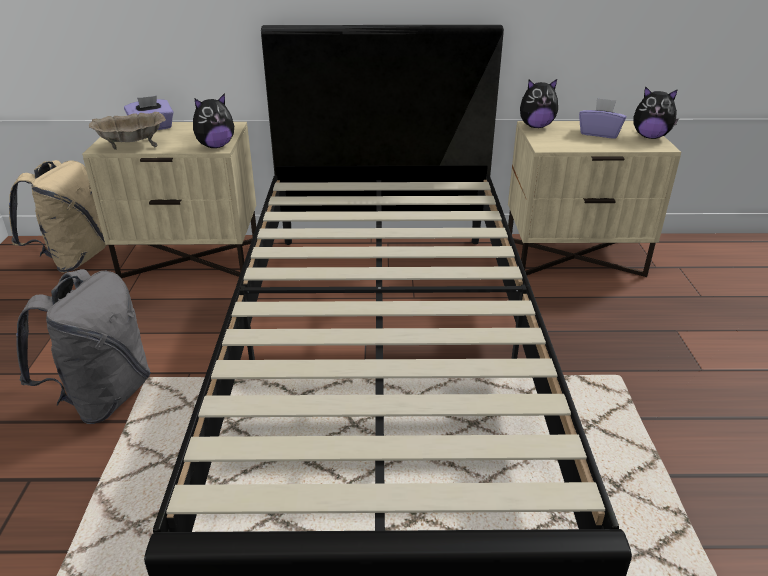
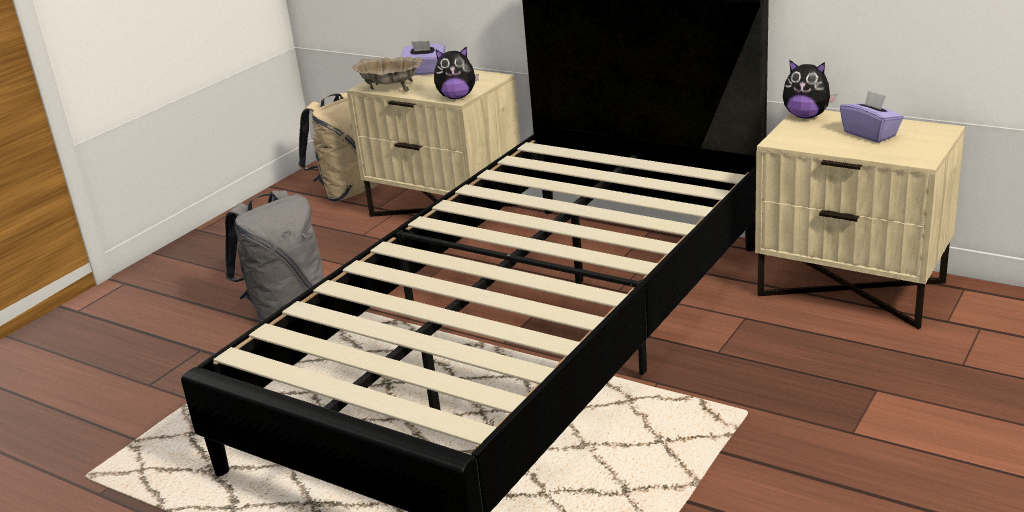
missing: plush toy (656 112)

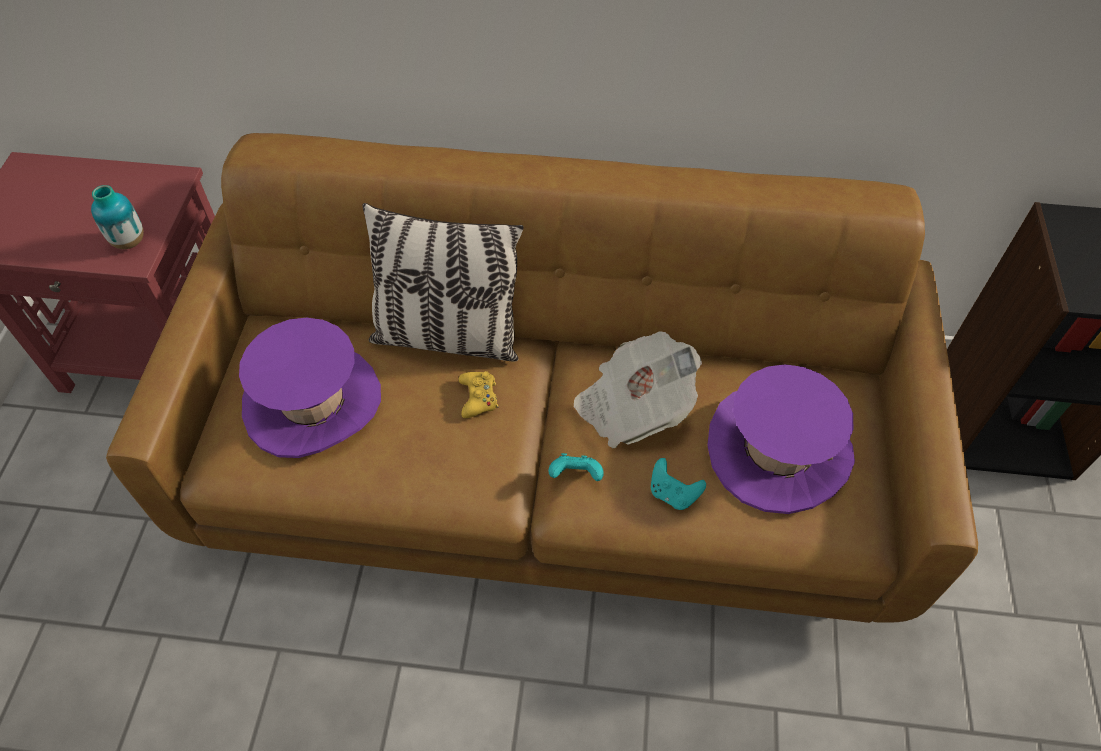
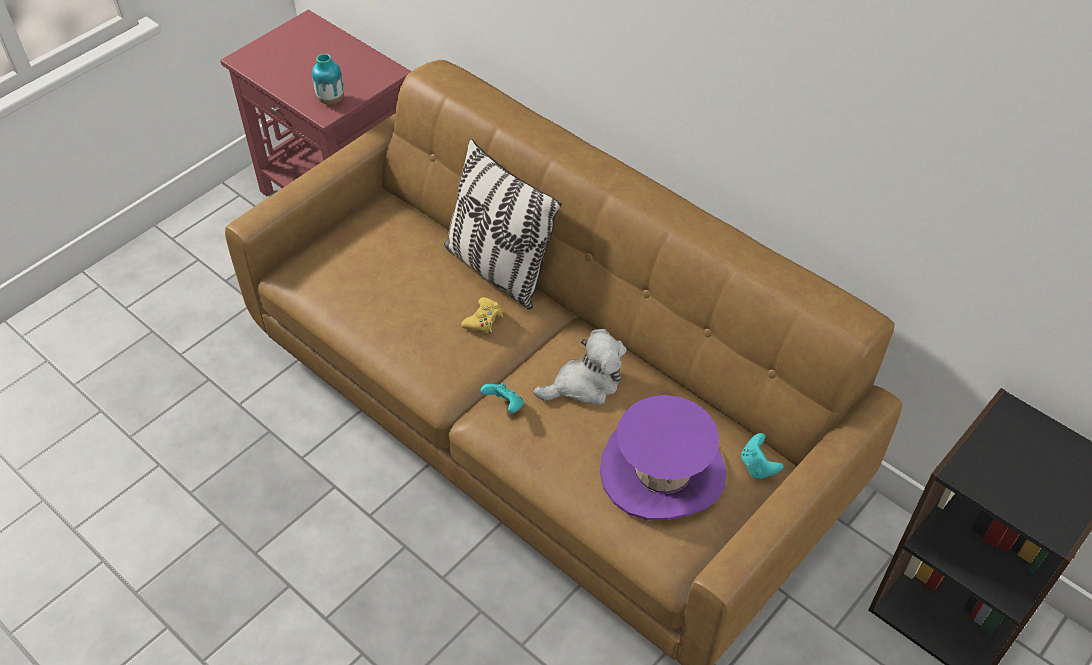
missing: purple hat (310 388)
relocated: turquoise game controller (678 484) to (762 456)
exchanged: newspaper (638 390) to plush toy (580 367)

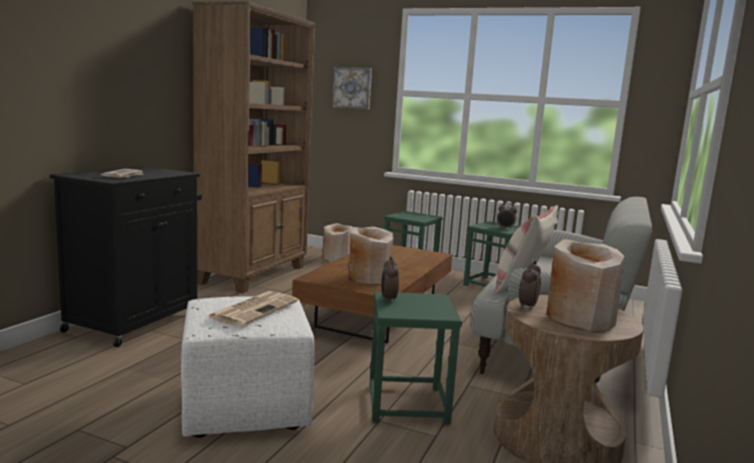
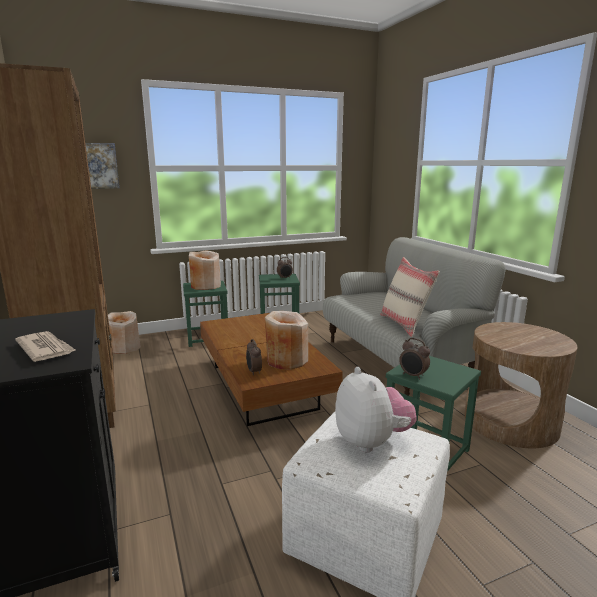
relocated: alarm clock (530 285) to (254 357); beige vase (585 285) to (205 270)
exchanged: newspaper (253 308) to plush toy (375 410)

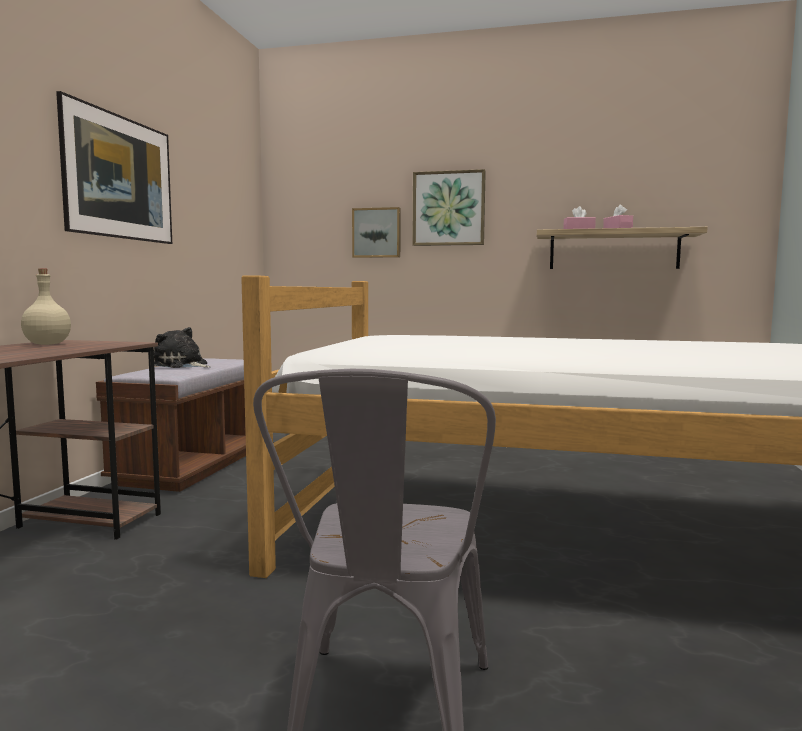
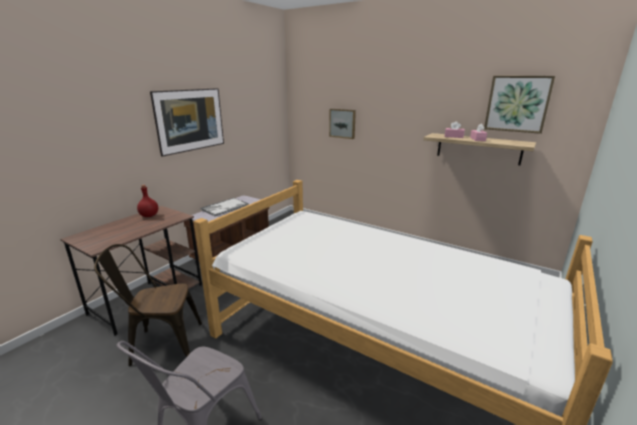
appeared: brown chair (148 305)
relocated: picture (449 207) to (519 105)
exchanged: plush toy (182 347) to tray (225 207)
colour: beige bottle (46 306) to red bottle (147 201)

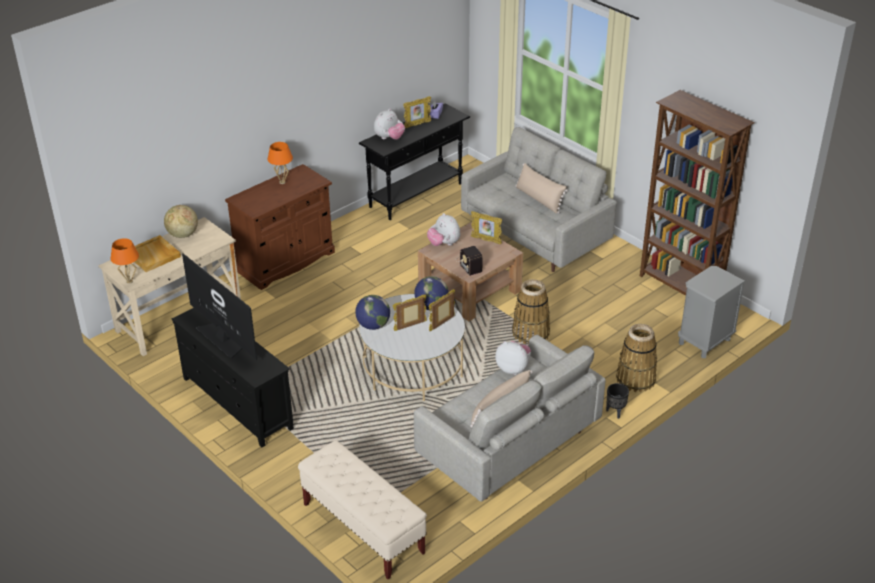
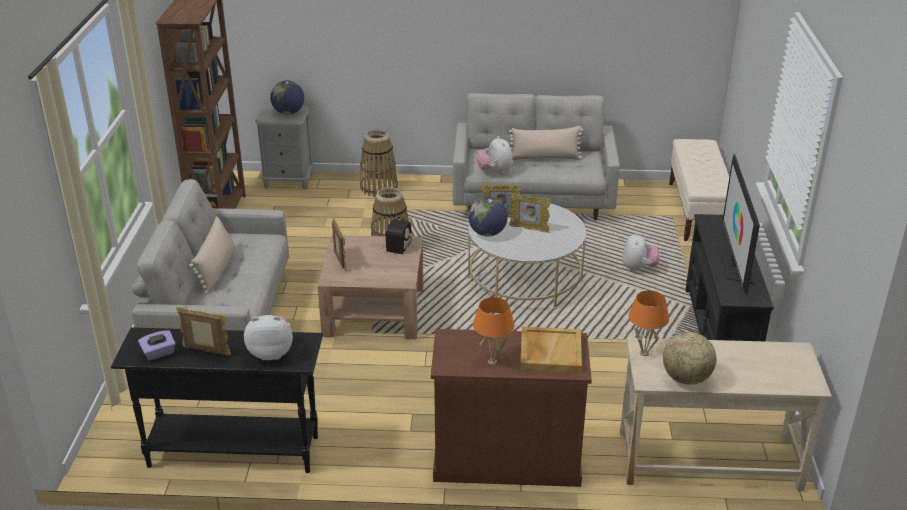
missing: black planter (617 401)
relocated: orange table lamp (125 261) to (648 323); beige tray (158 253) to (551 350); globe (372 312) to (287 97); plush toy (443 229) to (641 251)

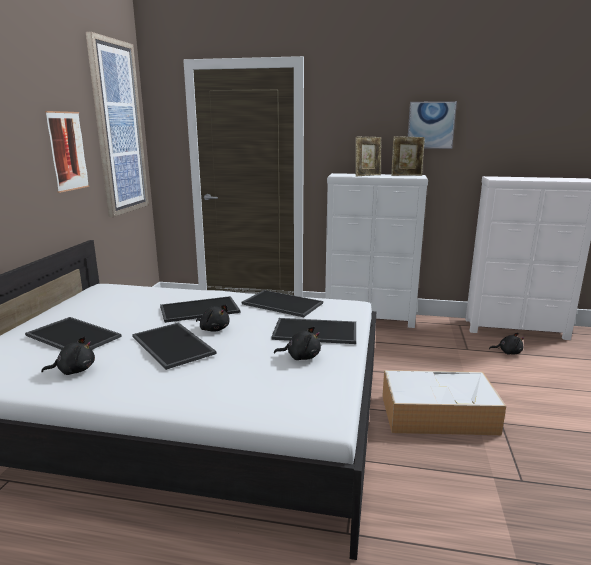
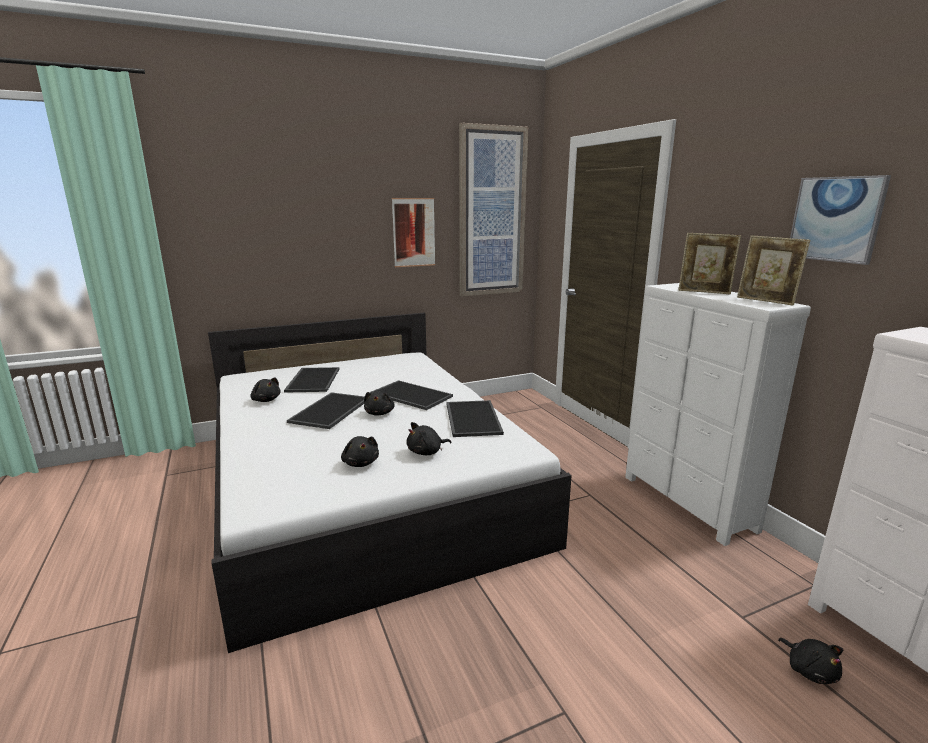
missing: storage box (444 402)
exchanged: tray (313 331) to black plush toy (429 438)

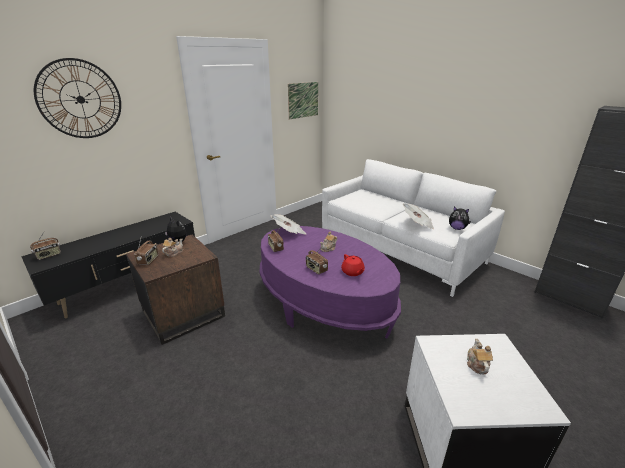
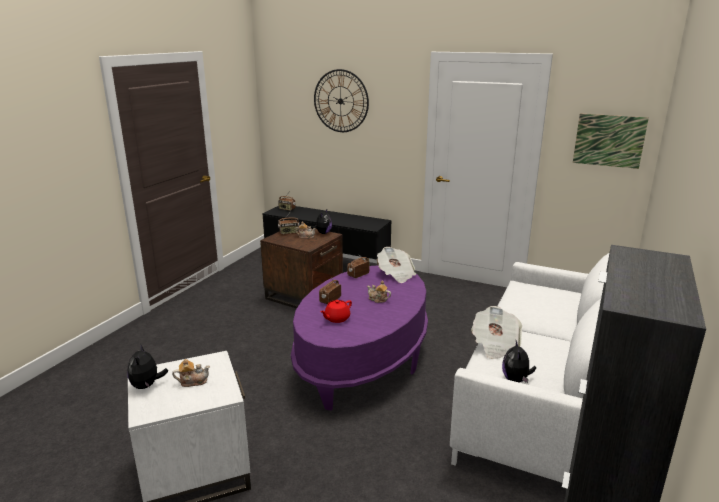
appeared: plush toy (147 366)

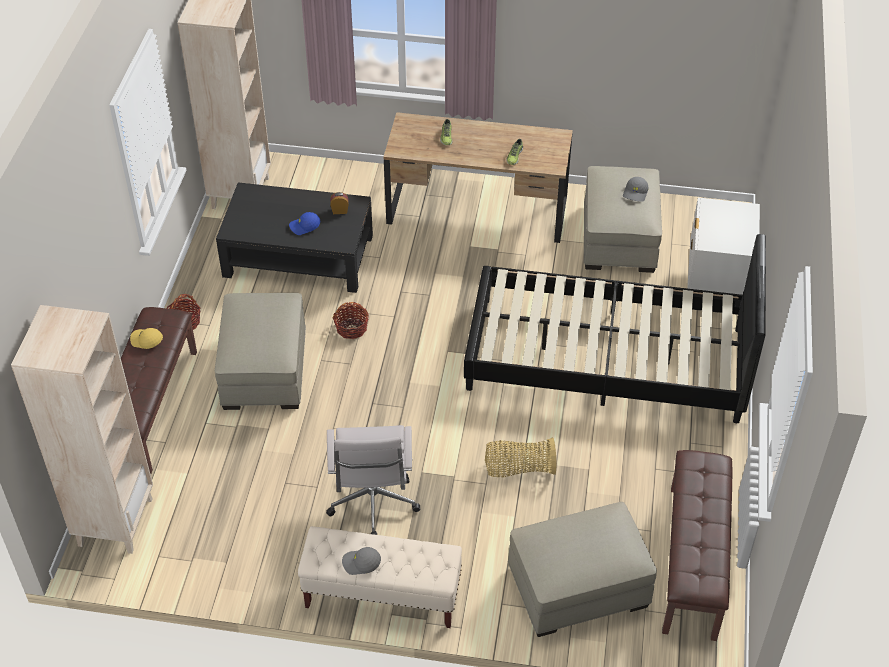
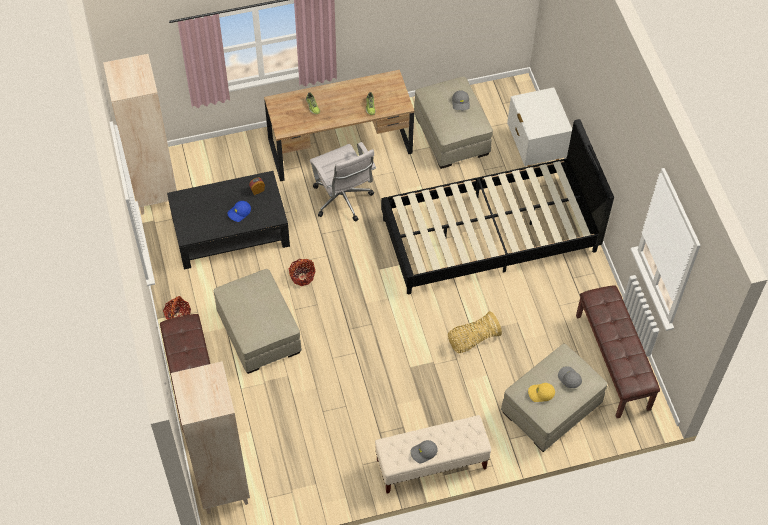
appeared: grey cap (570 377)
relocated: yellow cap (146 338) to (541 392); white office chair (373 480) to (343 181)

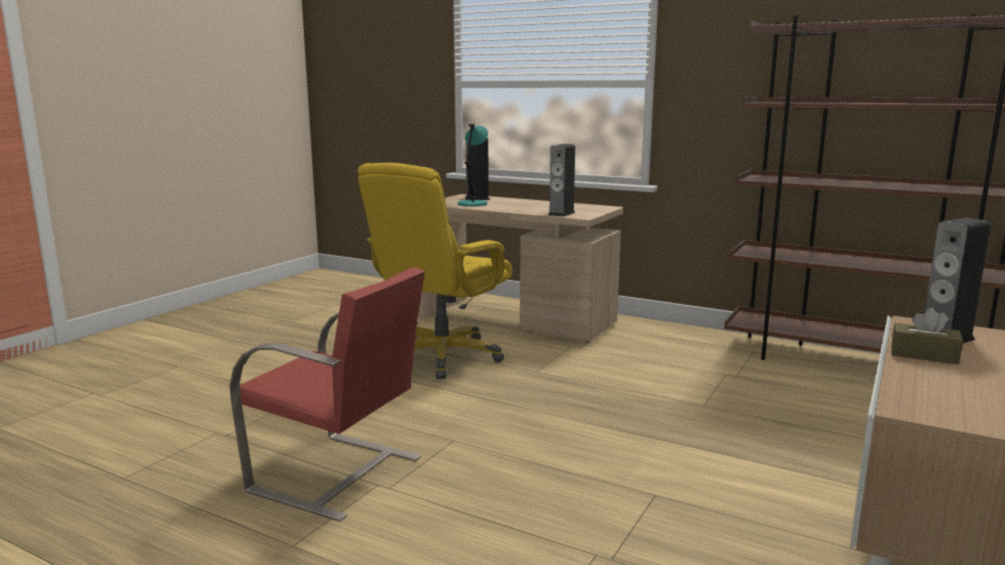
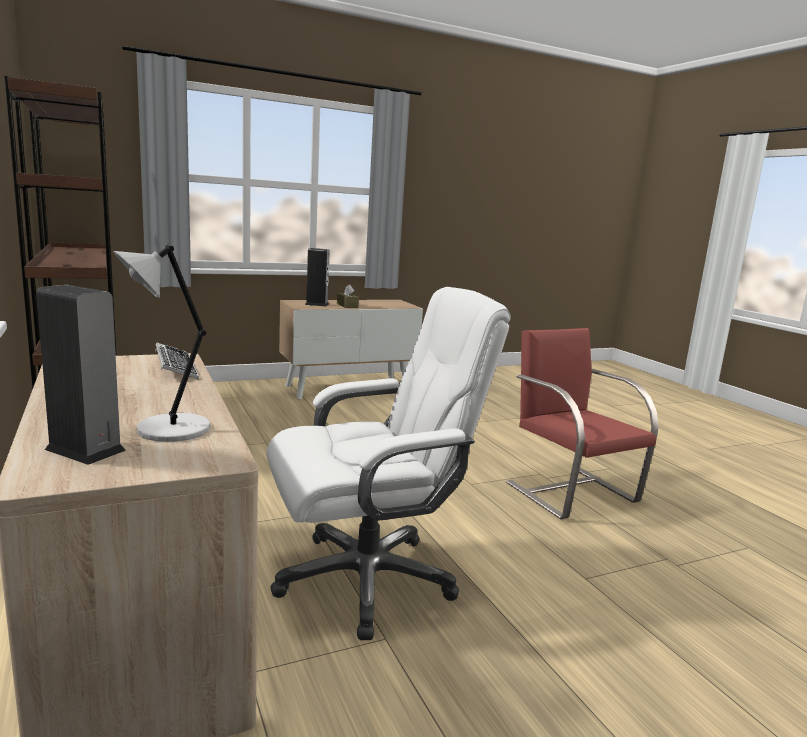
exchanged: speaker (561 180) to keyboard (177 361)
colour: yellow office chair (435 271) to white office chair (389 463); turquoise table lamp (473 165) to grey table lamp (162 343)

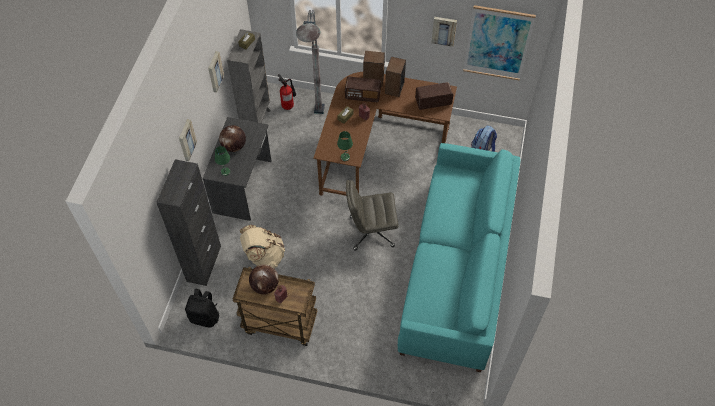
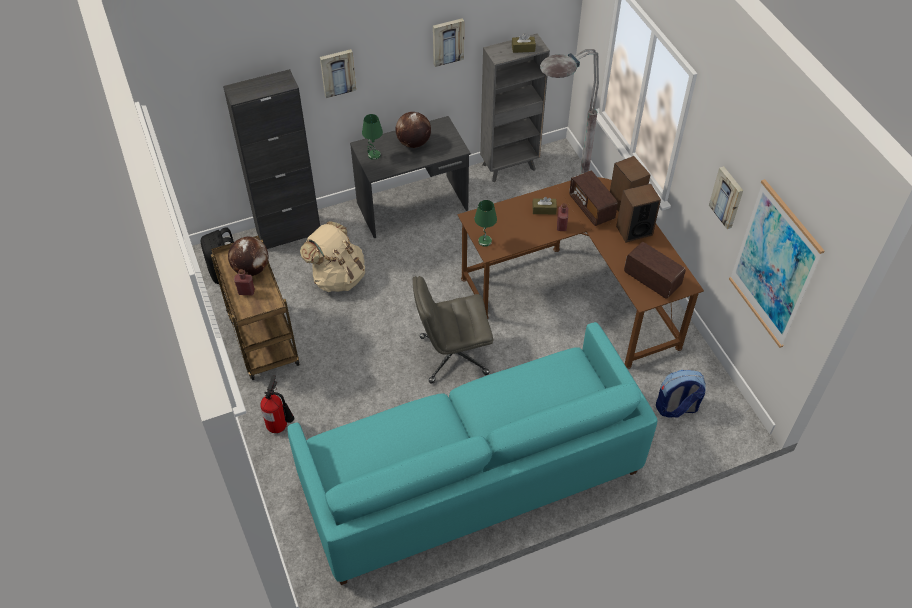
relocated: fire extinguisher (287 92) to (277 404)
spun: grey office chair (372 215) = (453 330) 60 degrees counterclockwise

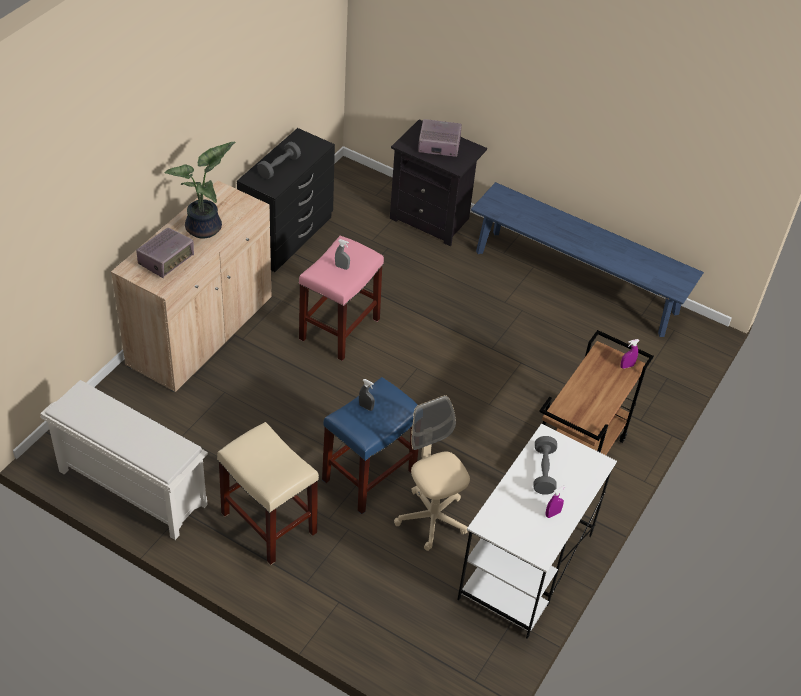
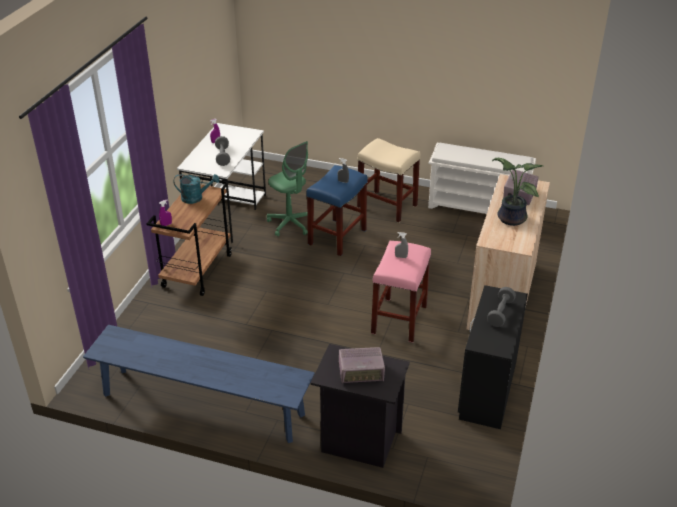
appeared: turquoise watering can (197 189)
colour: beige office chair (432 473) to green office chair (287 188)

